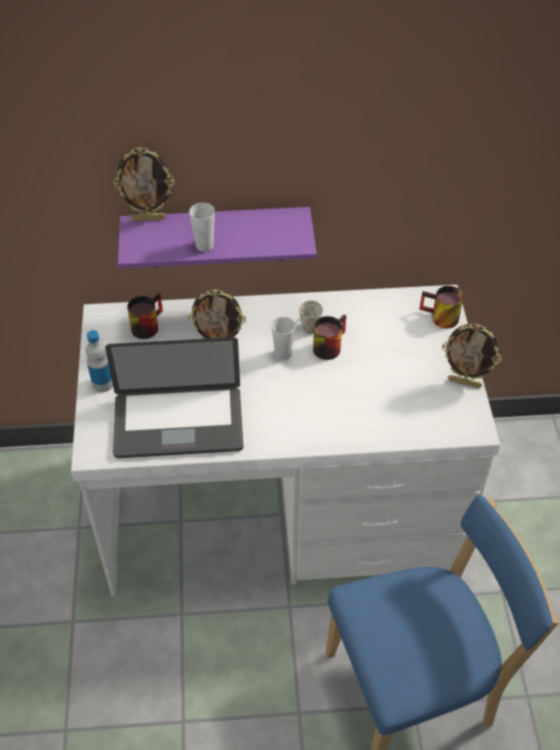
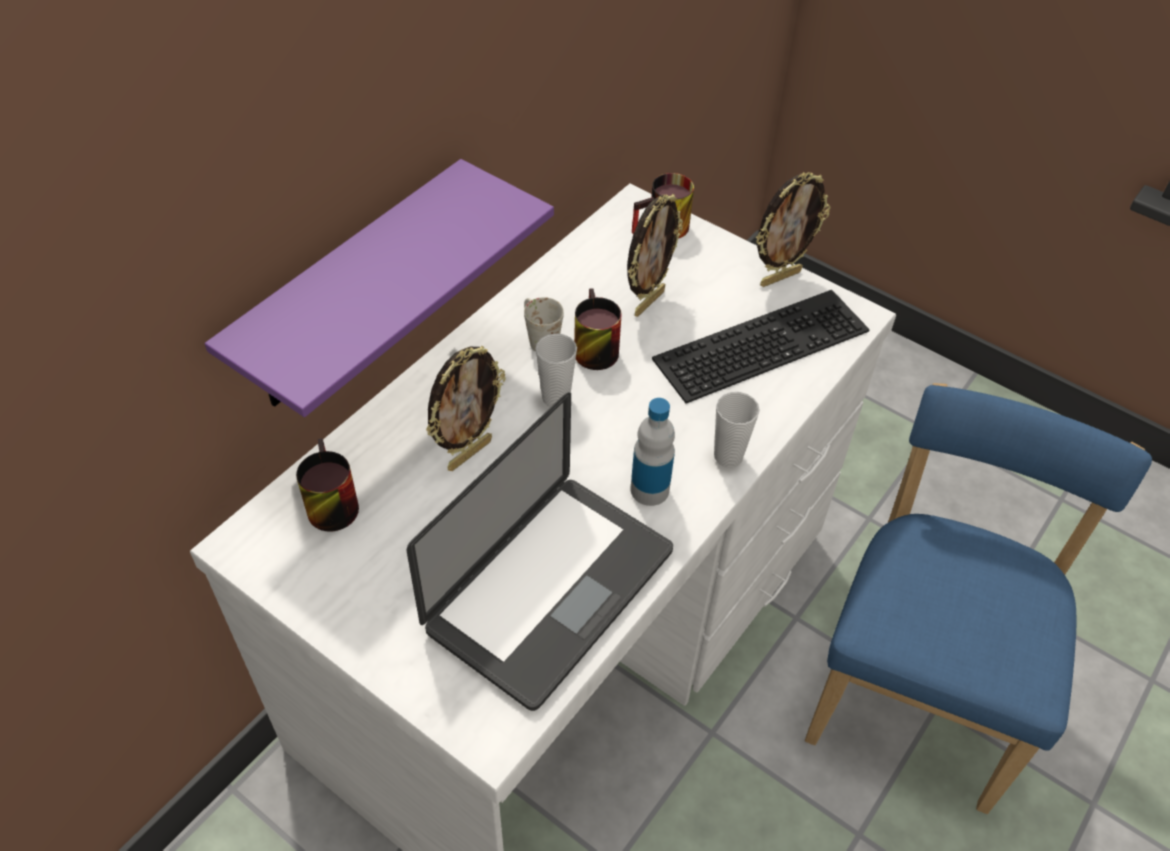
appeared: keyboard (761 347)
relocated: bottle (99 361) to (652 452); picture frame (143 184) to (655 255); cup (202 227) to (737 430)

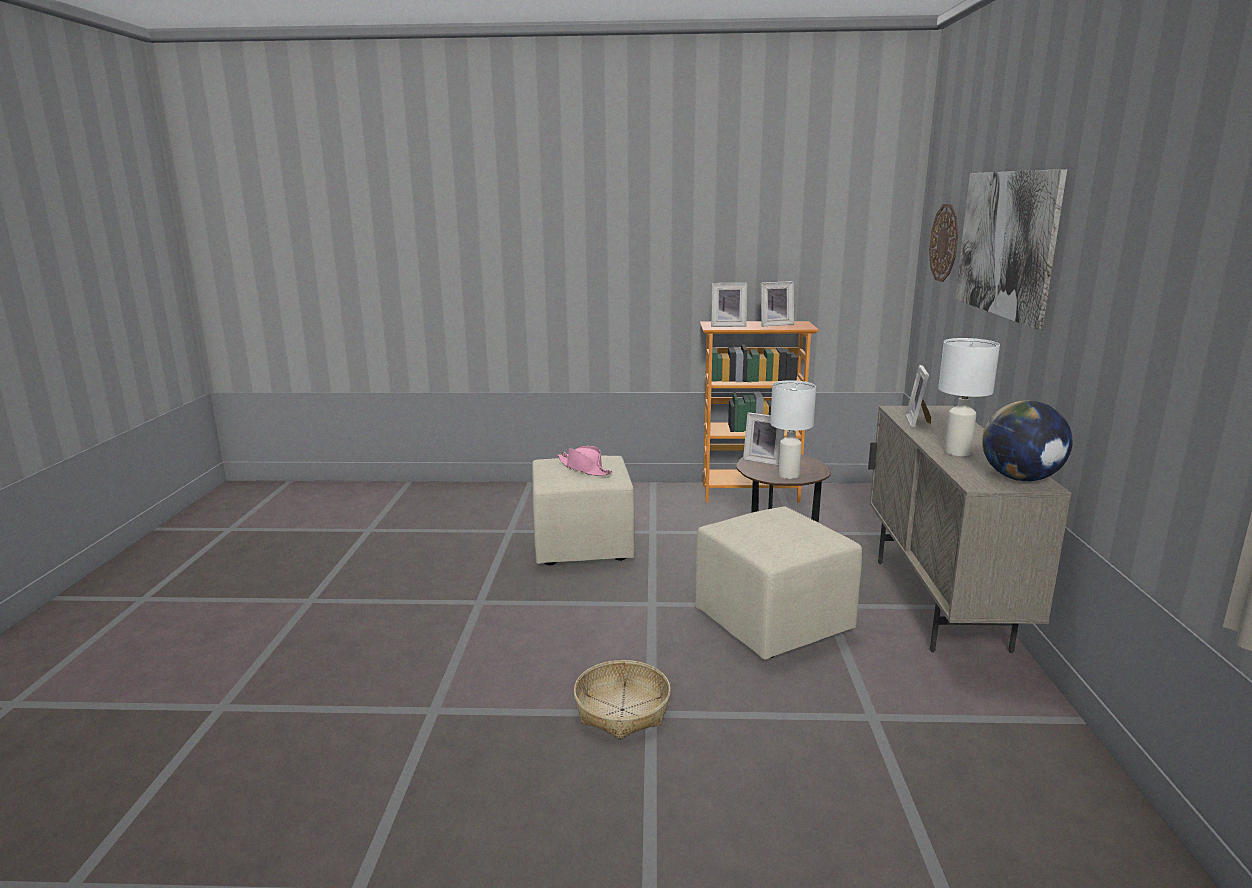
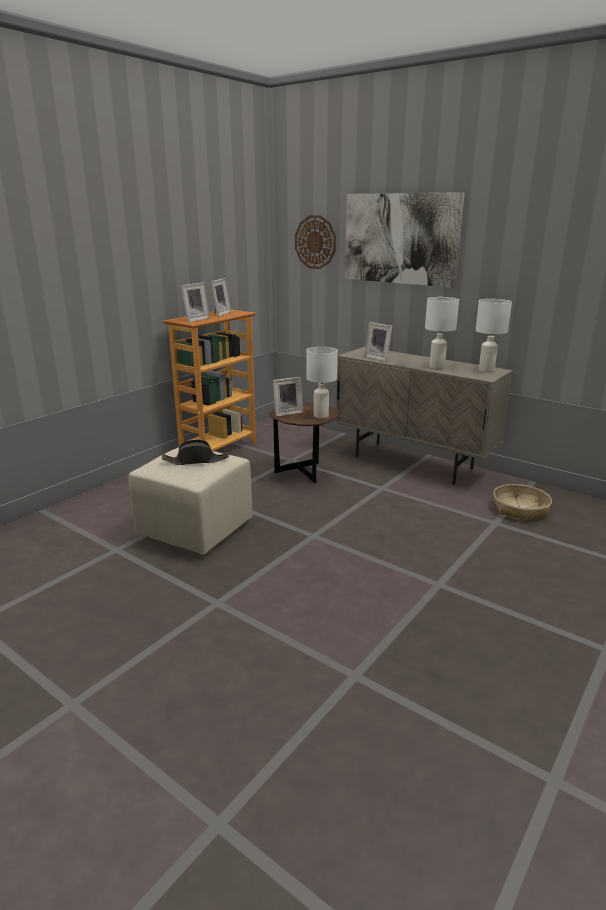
missing: beige ottoman (778 583)
relocated: basket (622 699) to (522 503)
exchanged: globe (1027 441) to white table lamp (493 335)
colour: pink hat (584 460) to black hat (195 452)

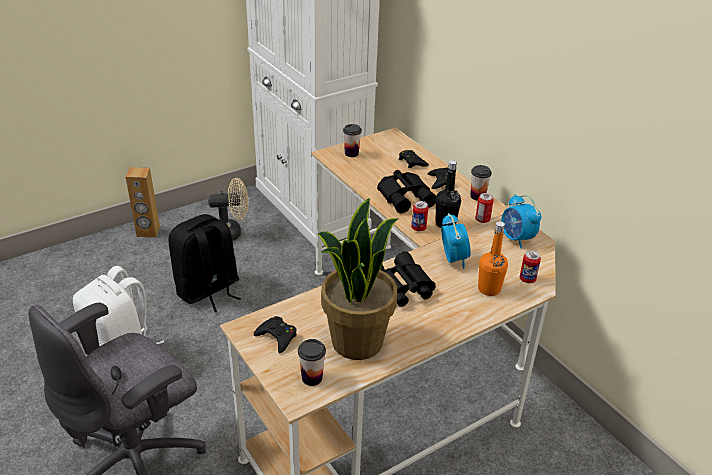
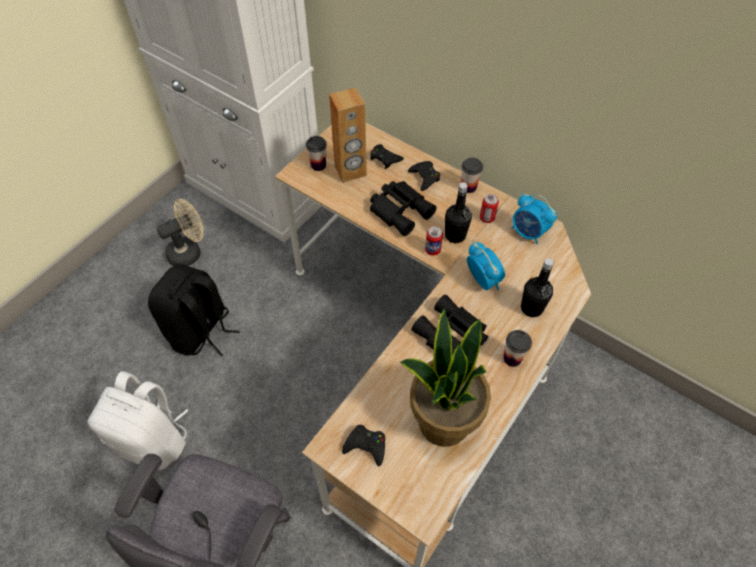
missing: can (530 267)
relocated: brown speaker (143 202) to (348 135); cup (312 362) to (517 348)
colour: orange bottle (493 259) to black bottle (537 287)

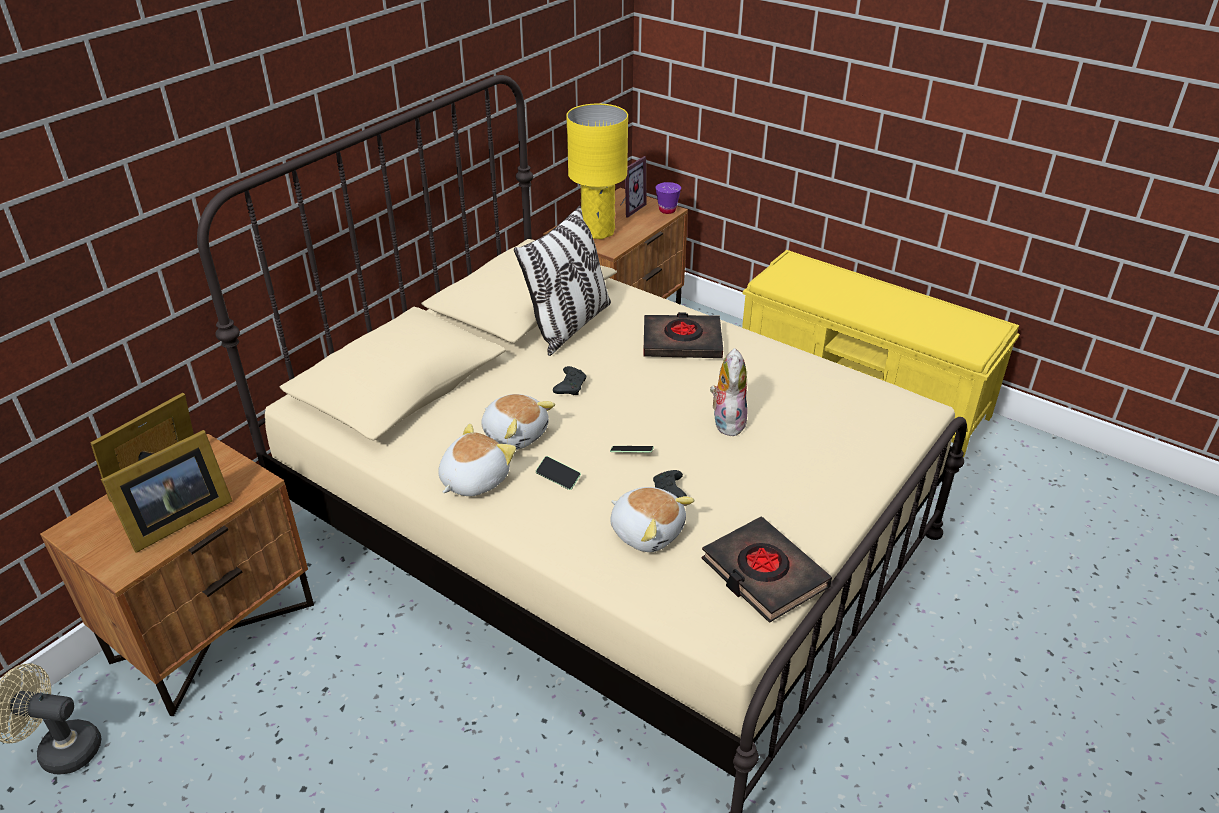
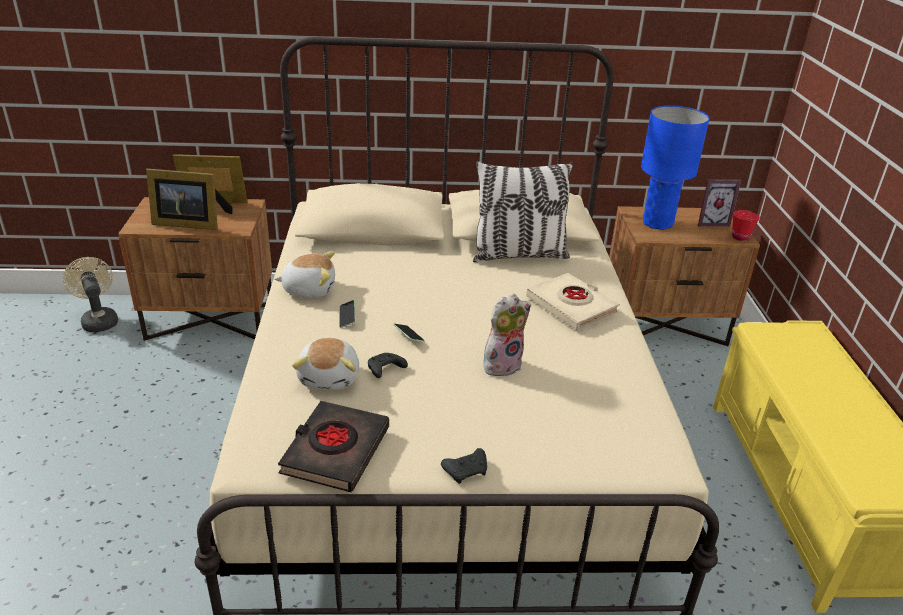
missing: plush toy (518 422)
relocated: black game controller (569 380) to (464 466)
colour: yellow table lamp (597 171) to blue table lamp (675 167); black book (683 335) to beige book (573 302); purple cup (668 198) to red cup (746 225)

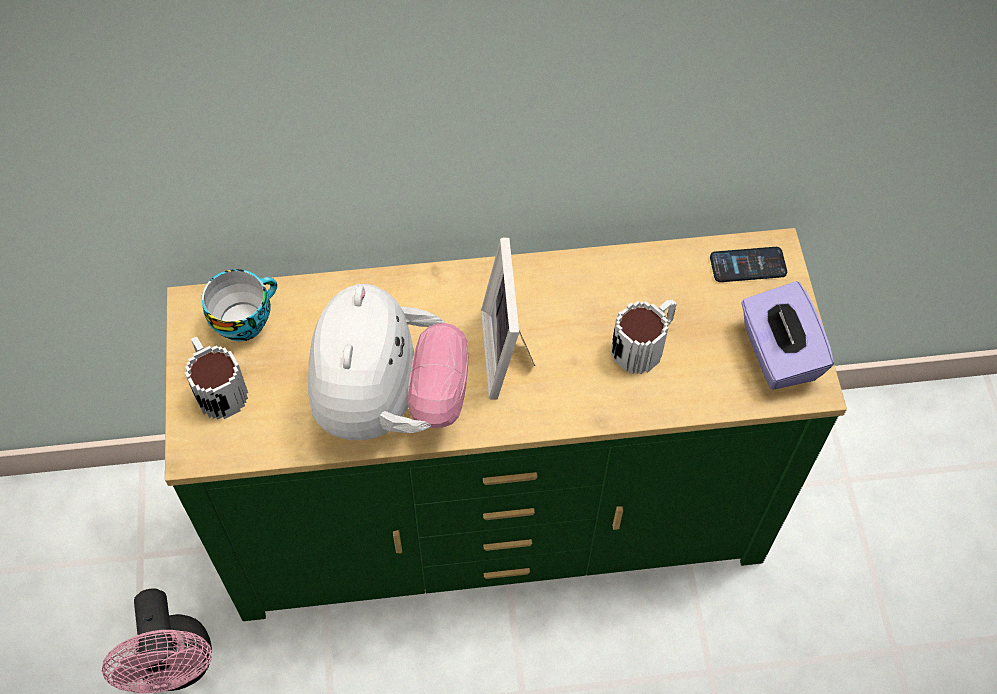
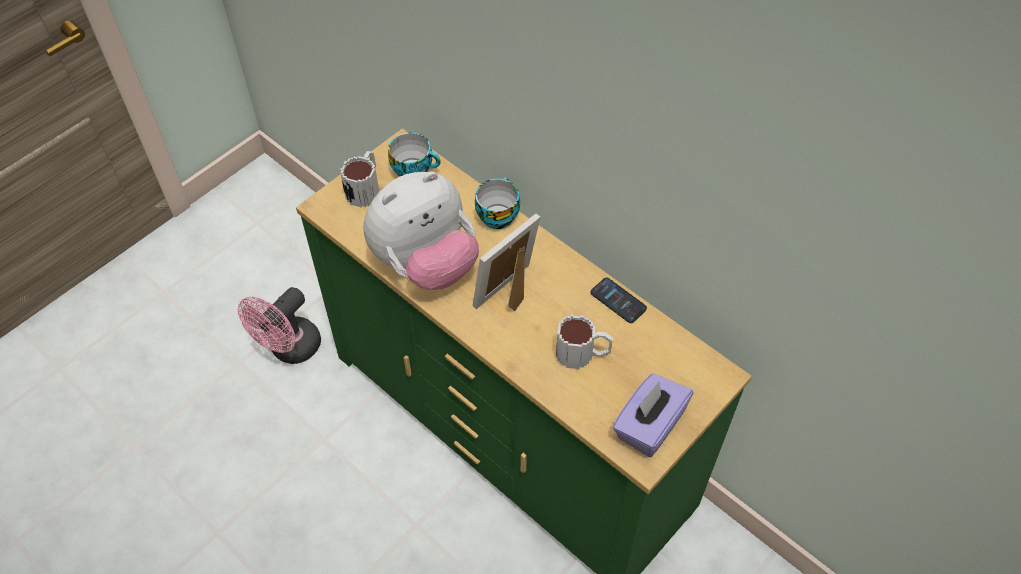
appeared: cup (497 203)
relocated: phone (748 264) to (618 300)

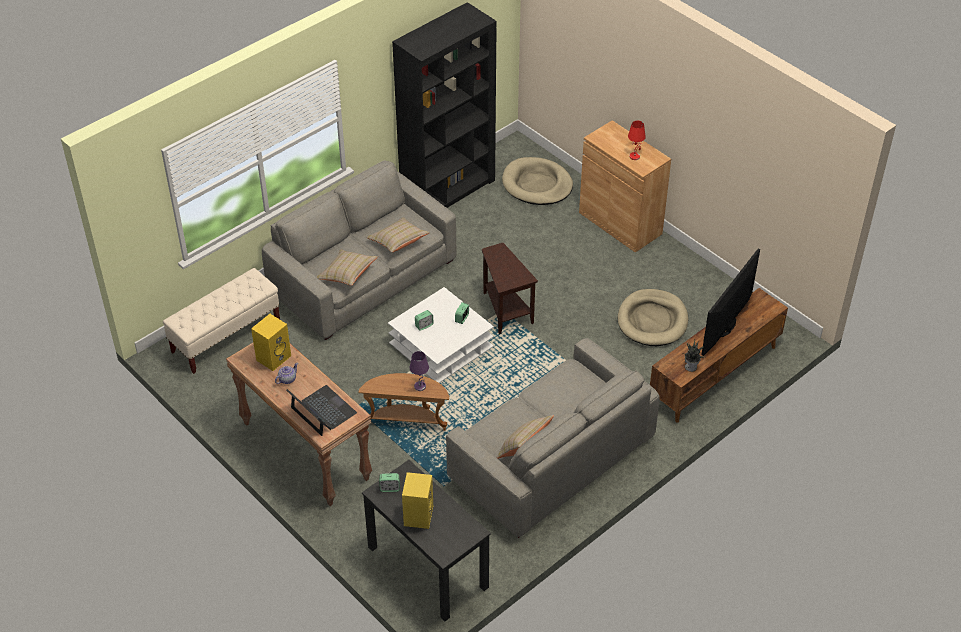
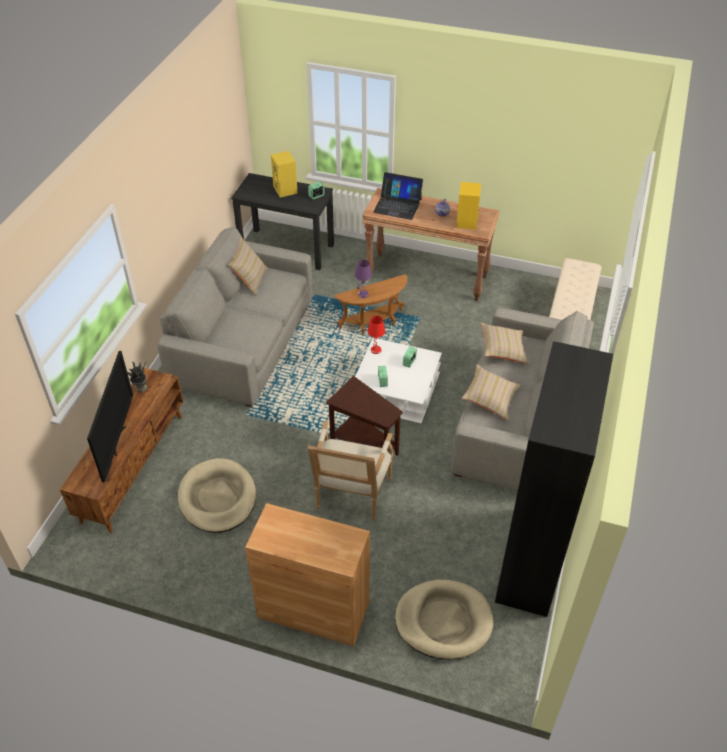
appeared: armchair (350 470)
relocated: red table lamp (637 140) to (376 335)

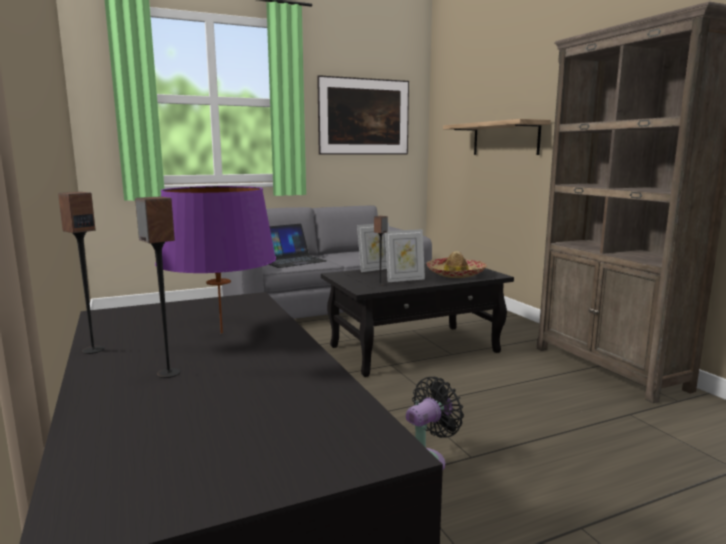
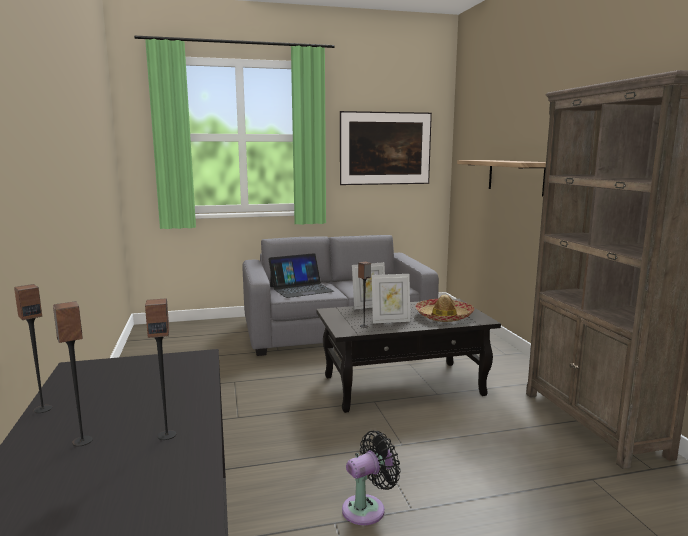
missing: purple table lamp (215 260)
appeared: speaker (160 369)

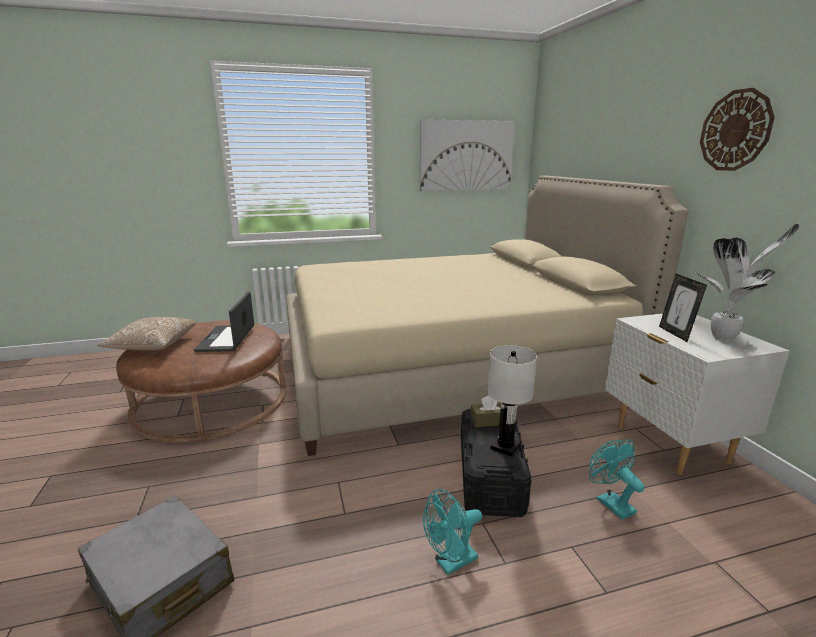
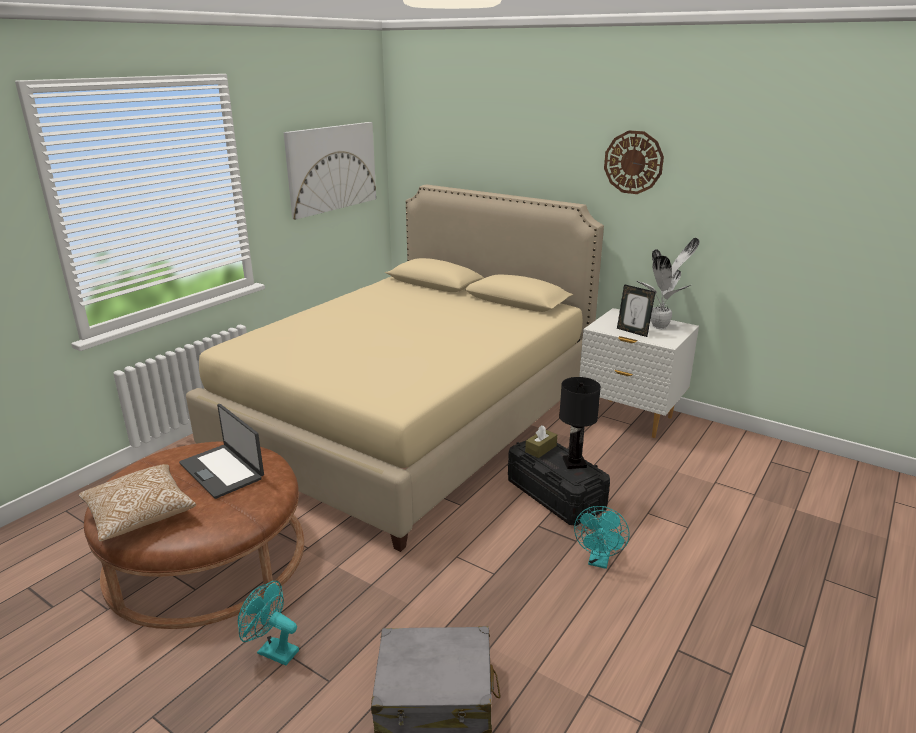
relocated: turquoise fan (617 479) to (268 623)
colour: white table lamp (512 401) to black table lamp (580 423)

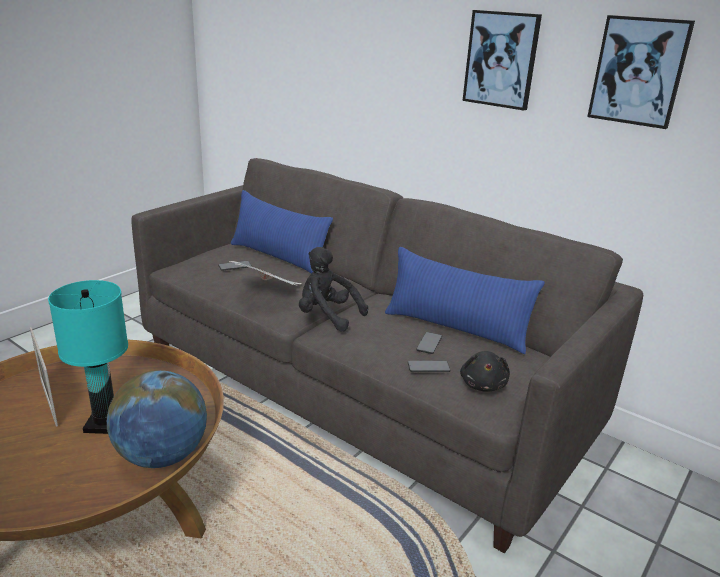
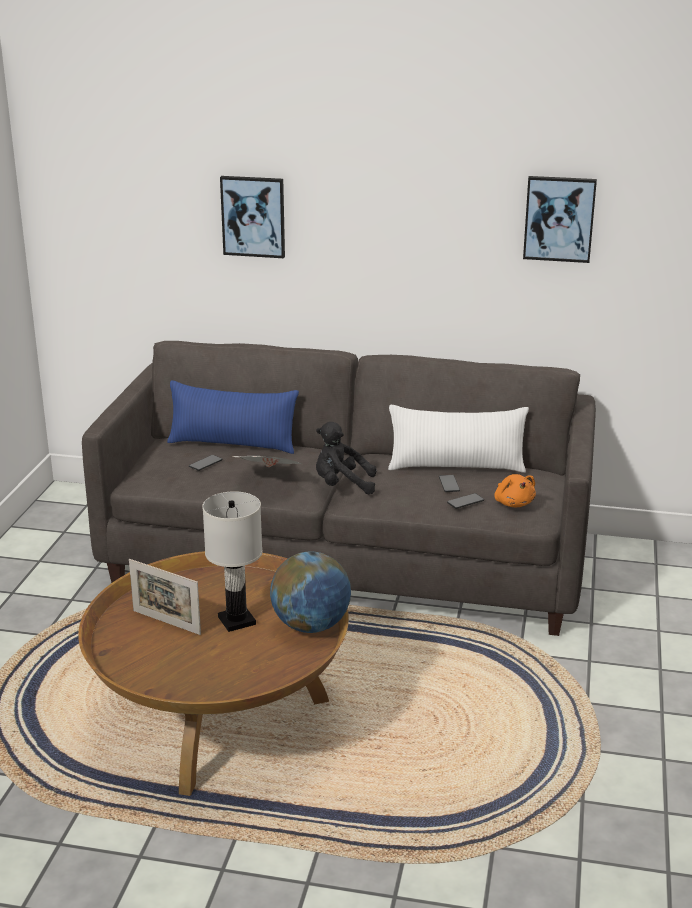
relocated: picture (502 60) to (252 217)
colour: turquoise table lamp (88 357) to white table lamp (232 561); blue pillow (465 300) to white pillow (458 439); black plush toy (485 371) to orange plush toy (515 490)

